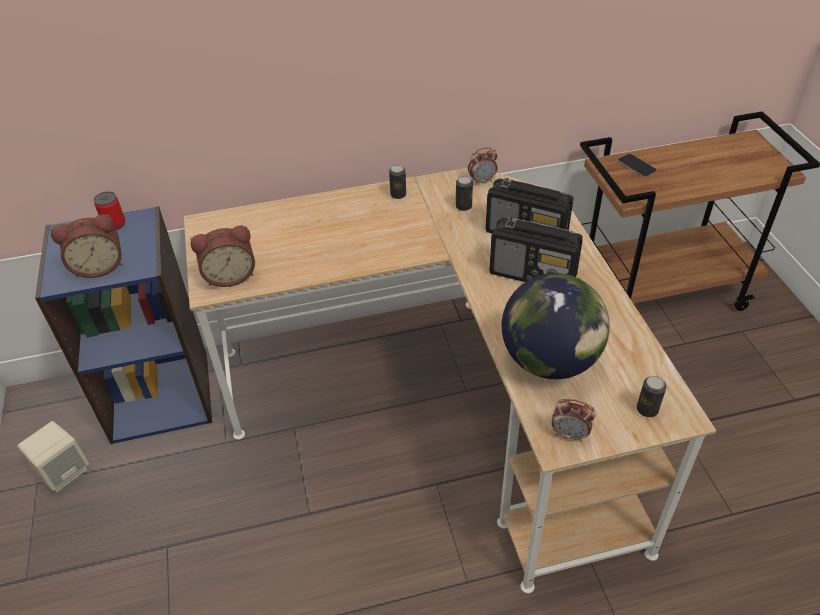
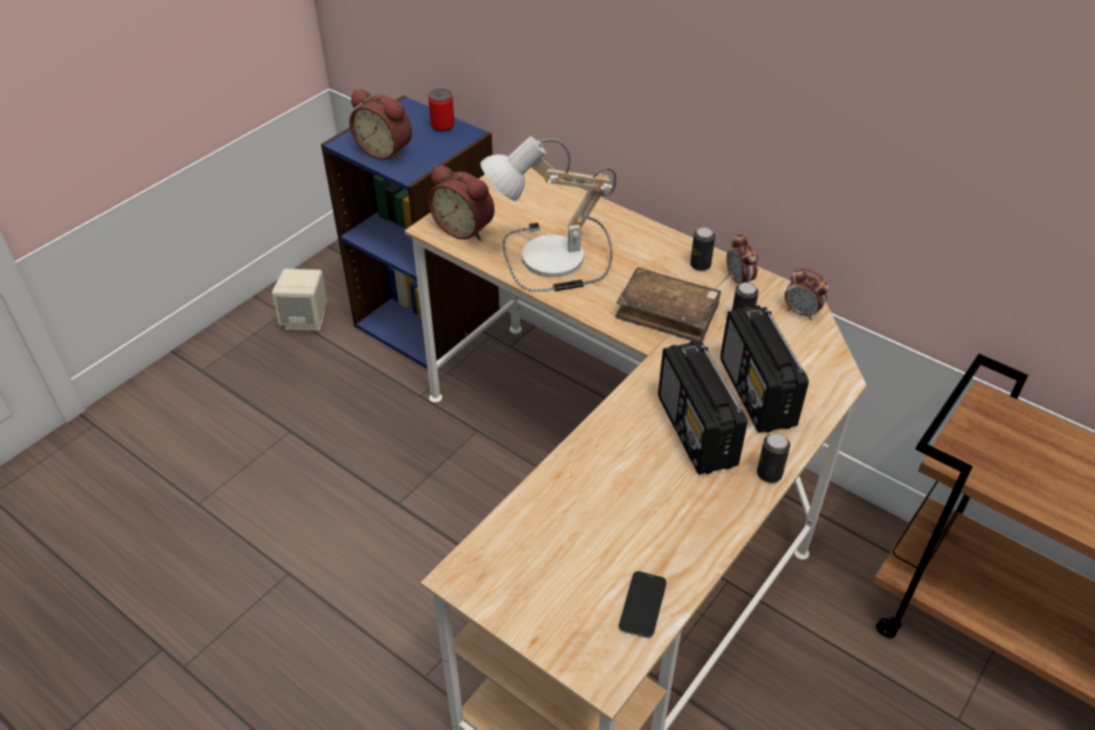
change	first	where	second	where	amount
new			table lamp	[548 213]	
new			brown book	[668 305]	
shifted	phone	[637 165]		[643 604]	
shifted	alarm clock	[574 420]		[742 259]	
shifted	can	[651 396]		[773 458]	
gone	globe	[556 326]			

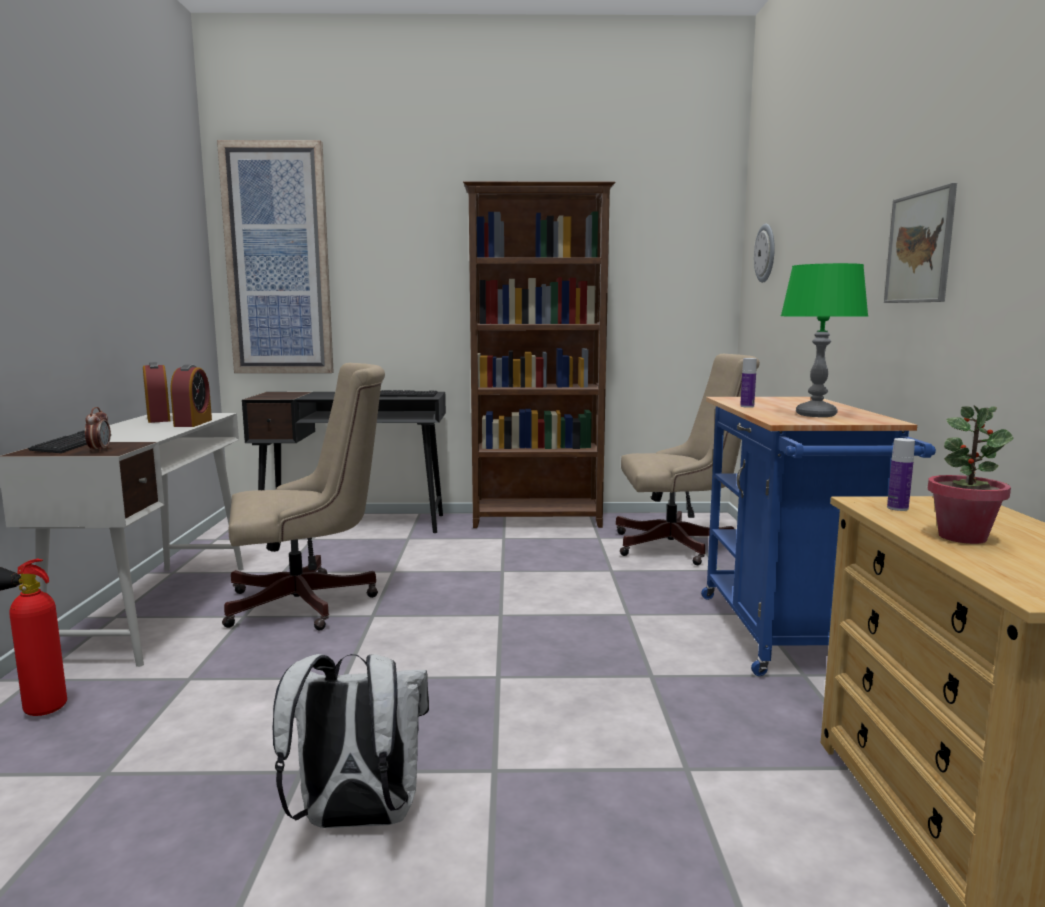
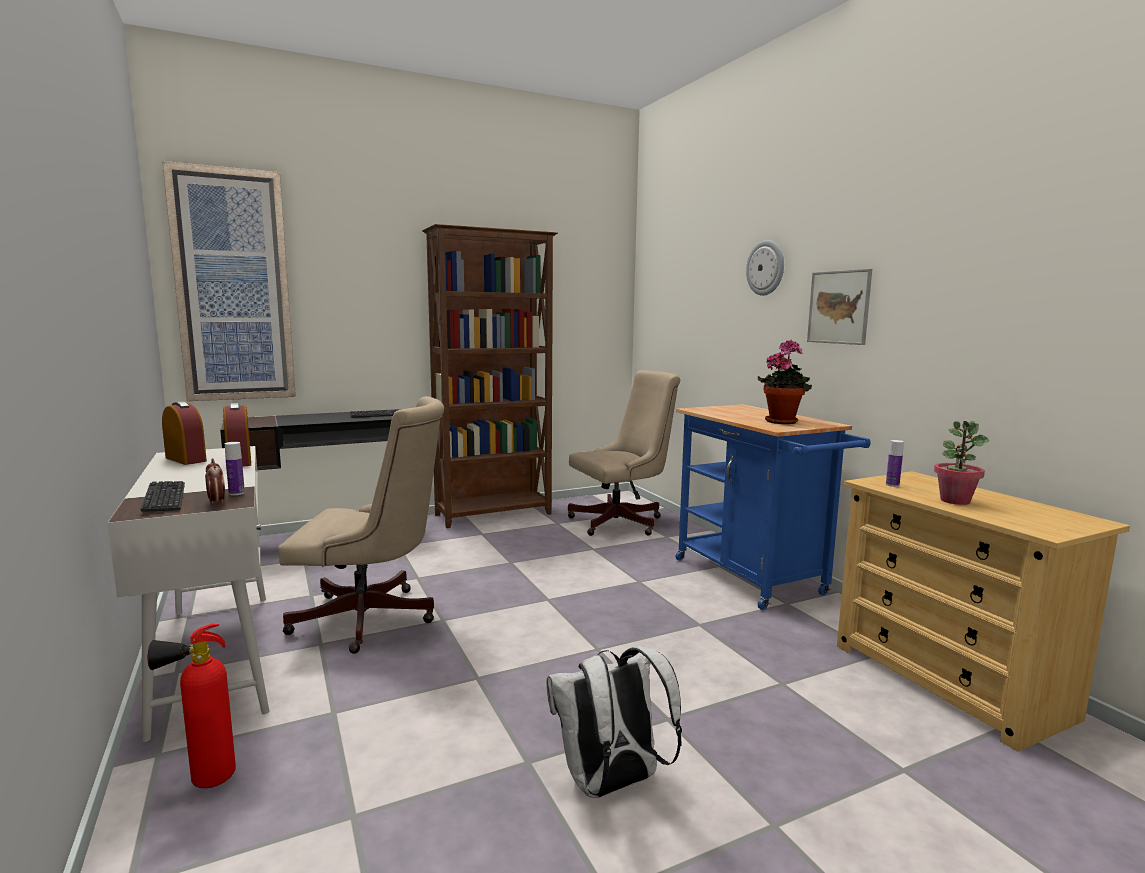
change	first	where	second	where	amount
shifted	bottle	[748 383]		[235 468]	
rotated	beige office chair	[303 496]		[361 525]	45 degrees clockwise
shifted	wall clock	[764 253]		[765 268]	
swapped	green table lamp	[824 340]	potted plant	[785 382]	

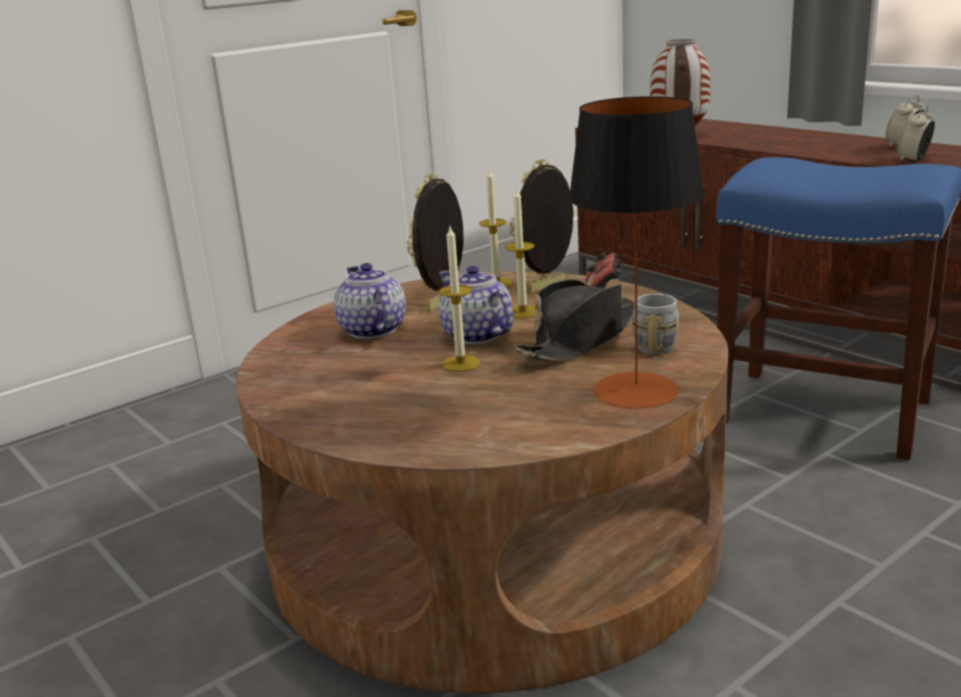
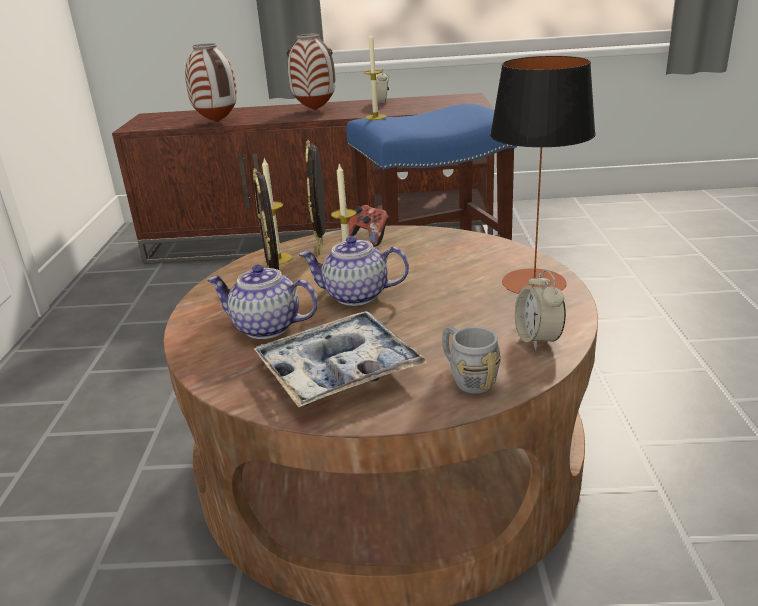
change	first	where	second	where	amount
new			tray	[341 359]	
new			vase	[311 72]	
shifted	candle	[459 299]		[375 76]	
shifted	grey mug	[655 324]		[471 359]	
shifted	alarm clock	[916 133]		[540 310]	
gone	black hat	[574 320]			

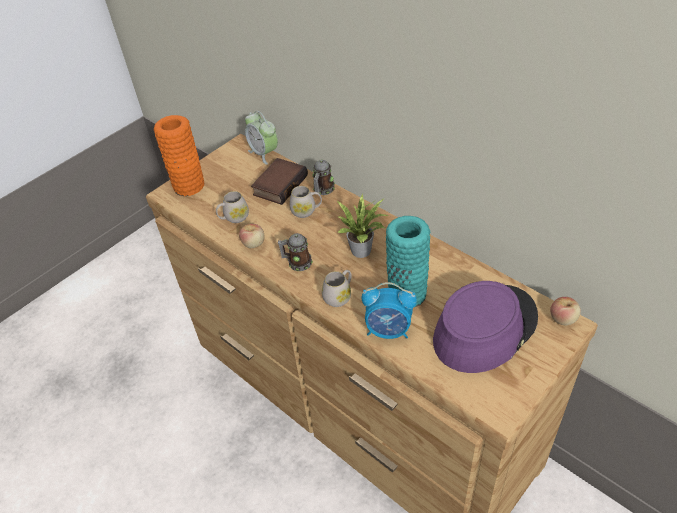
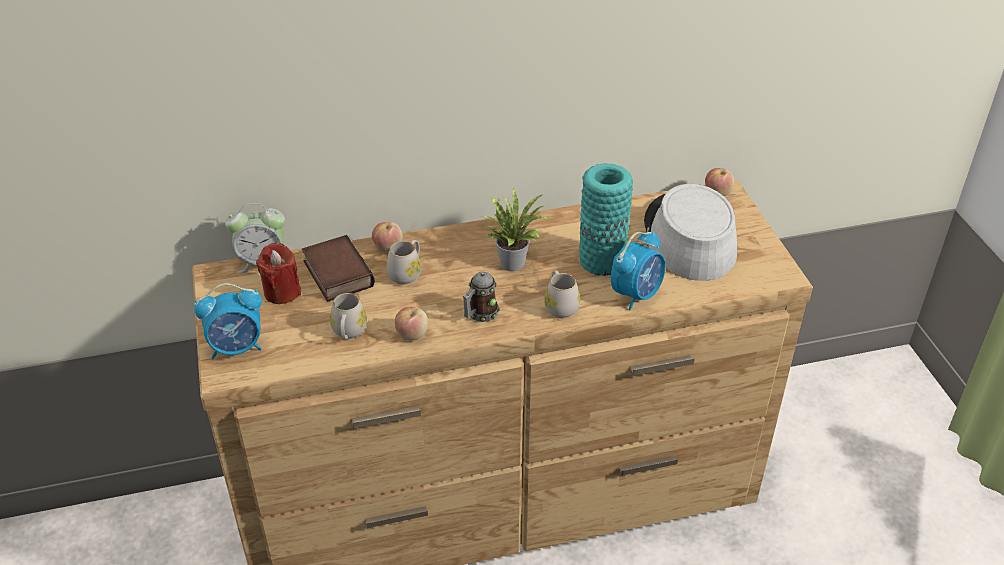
change	first	where	second	where	amount
swapped	orange vase	[179 155]	alarm clock	[228 321]	
new			red candle	[278 273]	
swapped	mug	[324 177]	apple	[387 237]	
repainted	purple hat	[485 327]	grey hat	[690 232]	

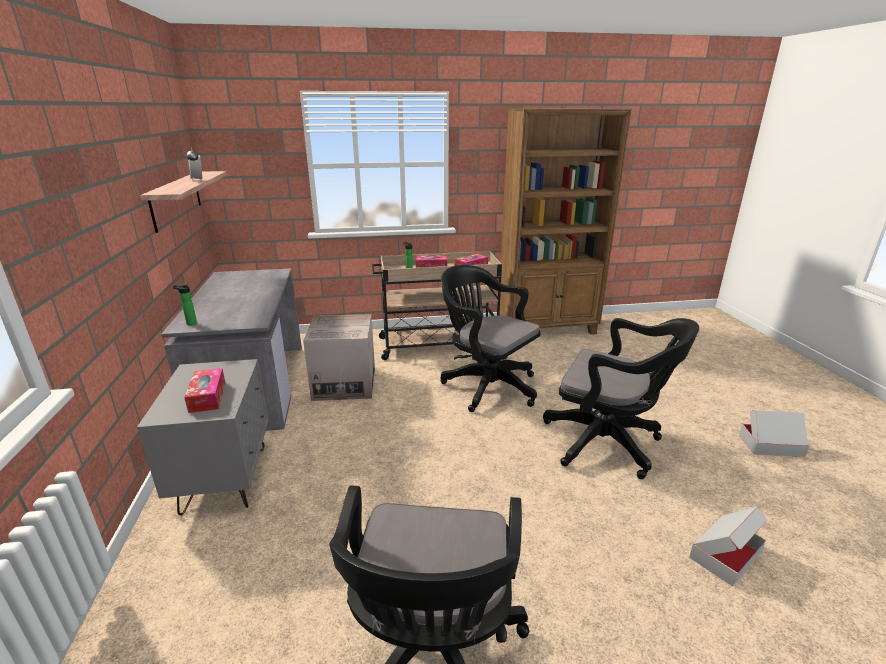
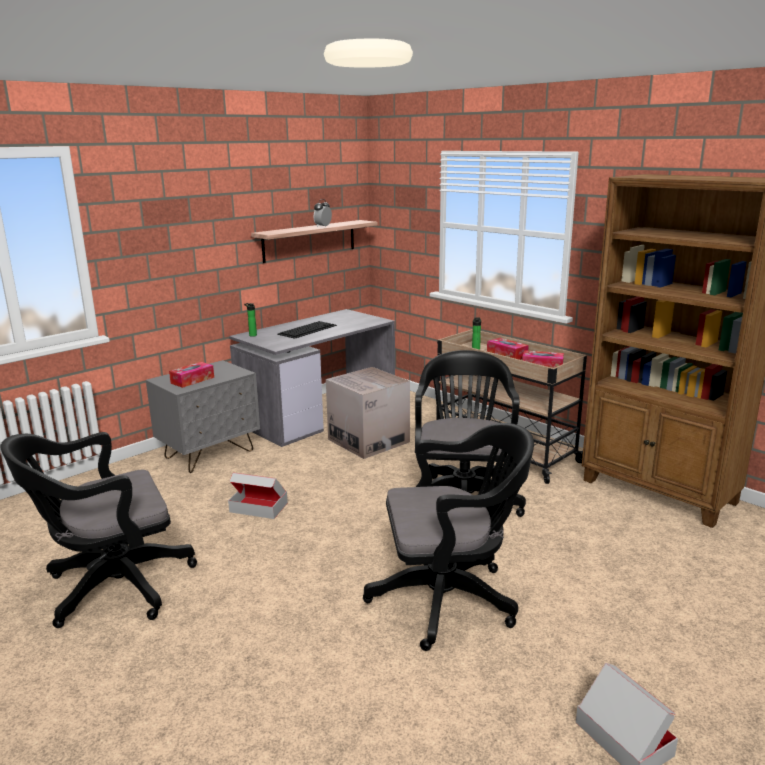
change	first	where	second	where	amount
shifted	cardboard box	[728 547]		[258 495]	
new			keyboard	[307 330]	
rotated	black office chair	[621 398]		[448 537]	90 degrees counterclockwise

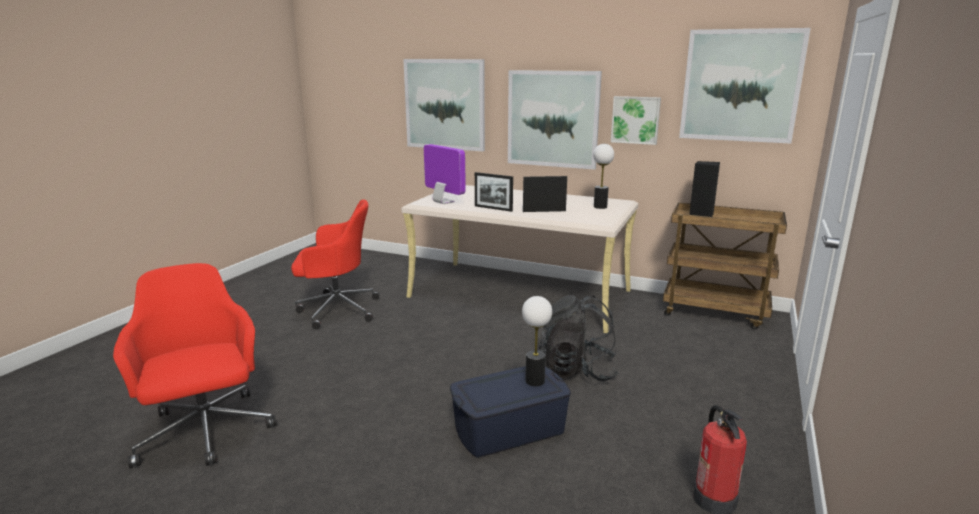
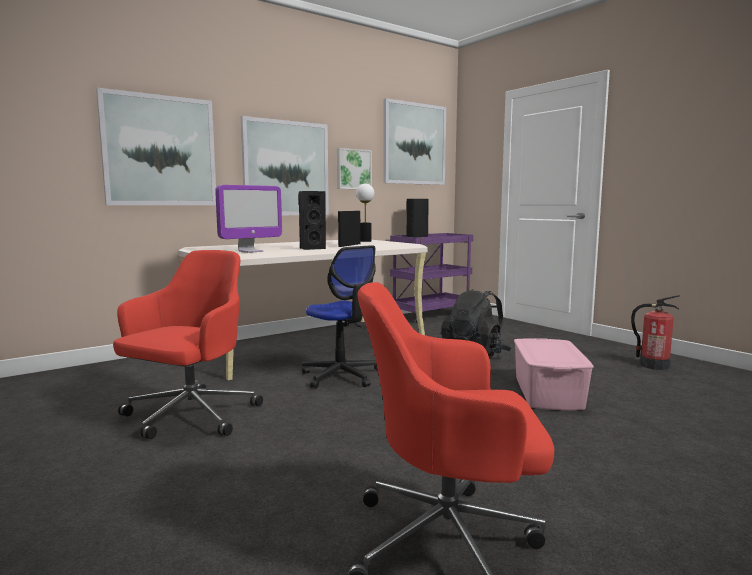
change	first	where	second	where	amount
rotated	monitor	[445 174]		[248 219]	150 degrees clockwise
swapped	picture frame	[494 192]	black speaker	[312 220]	
new			office chair	[340 316]	
repainted	brown cart	[725 265]	purple cart	[431 278]	
repainted	blue storage box	[510 412]	pink storage box	[554 374]	
gone	table lamp	[537 341]			

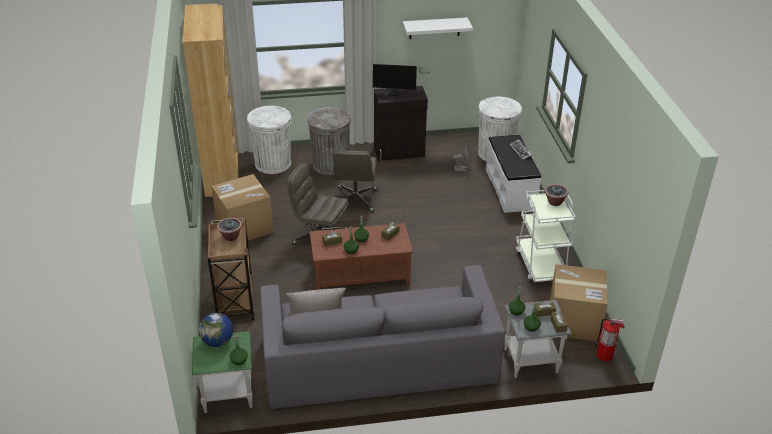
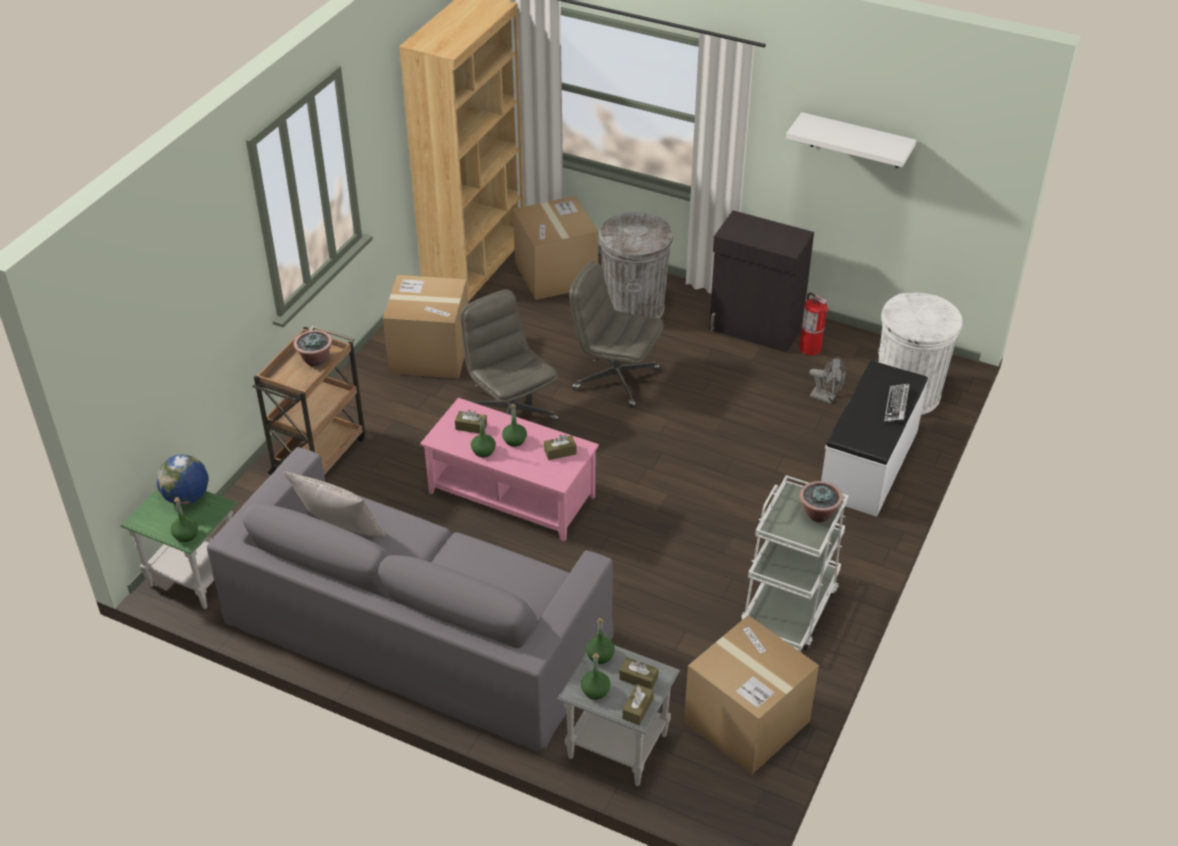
change	first	where	second	where	amount
repainted	brown coffee table	[361 256]	pink coffee table	[509 470]	
swapped	white trash can	[269 140]	cardboard box	[555 248]	
rotated	grey office chair	[355 181]		[616 334]	75 degrees clockwise
shifted	fire extinguisher	[610 339]		[814 324]	
gone	monitor	[400 80]			

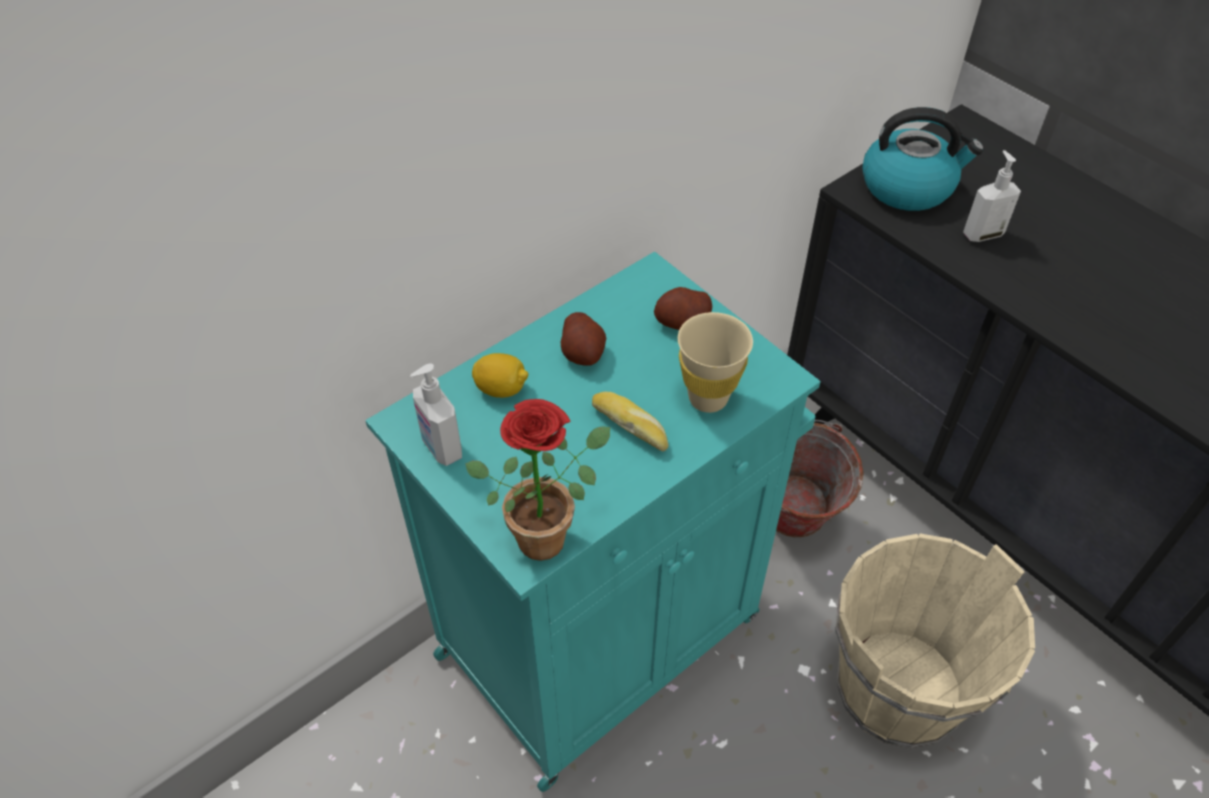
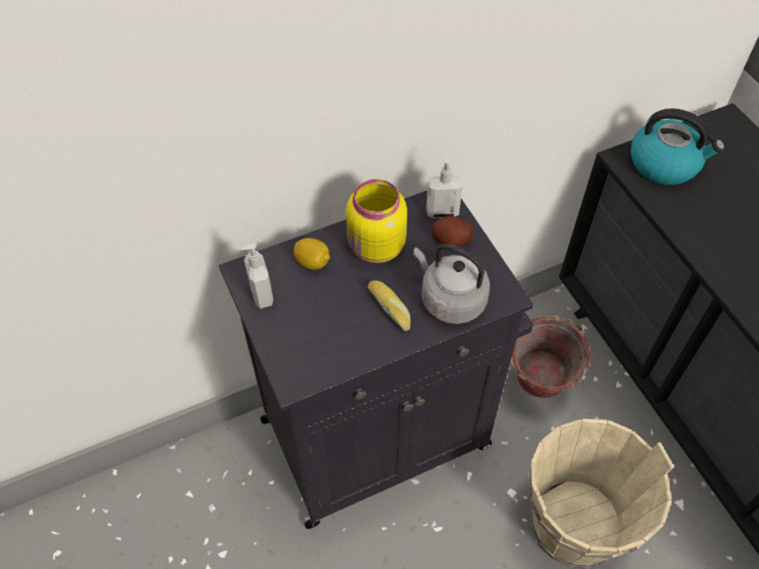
change	first	where	second	where	amount
repainted	turquoise cabinet	[592 522]	black cabinet	[376 360]	
swapped	potato	[583 339]	yellow jar	[376 221]	
swapped	beige cup	[715 362]	grey kettle	[451 283]	
shifted	soap dispenser	[992 196]		[444 185]	
gone	potted plant	[537 480]			

